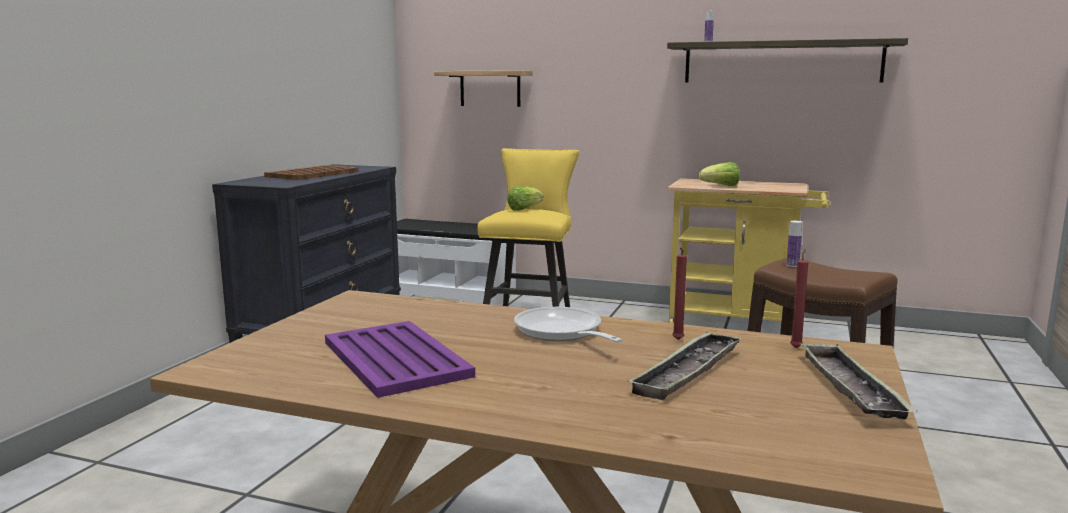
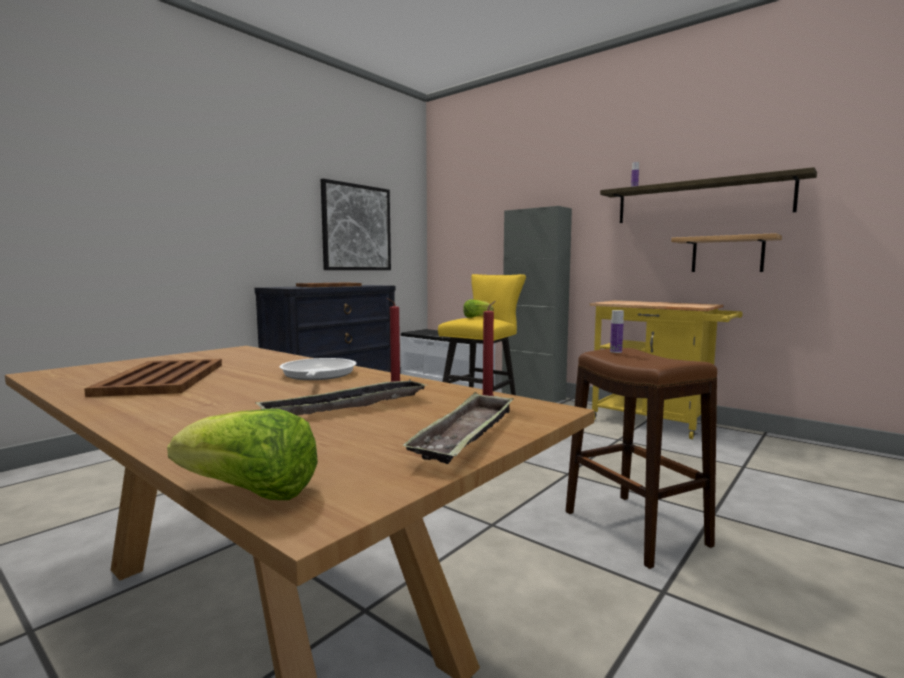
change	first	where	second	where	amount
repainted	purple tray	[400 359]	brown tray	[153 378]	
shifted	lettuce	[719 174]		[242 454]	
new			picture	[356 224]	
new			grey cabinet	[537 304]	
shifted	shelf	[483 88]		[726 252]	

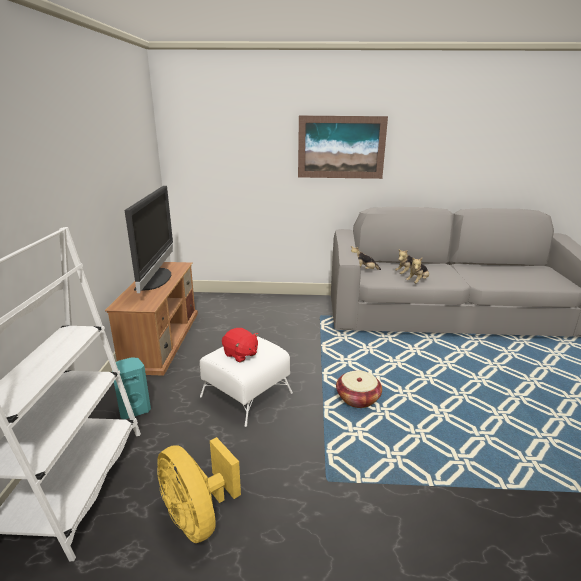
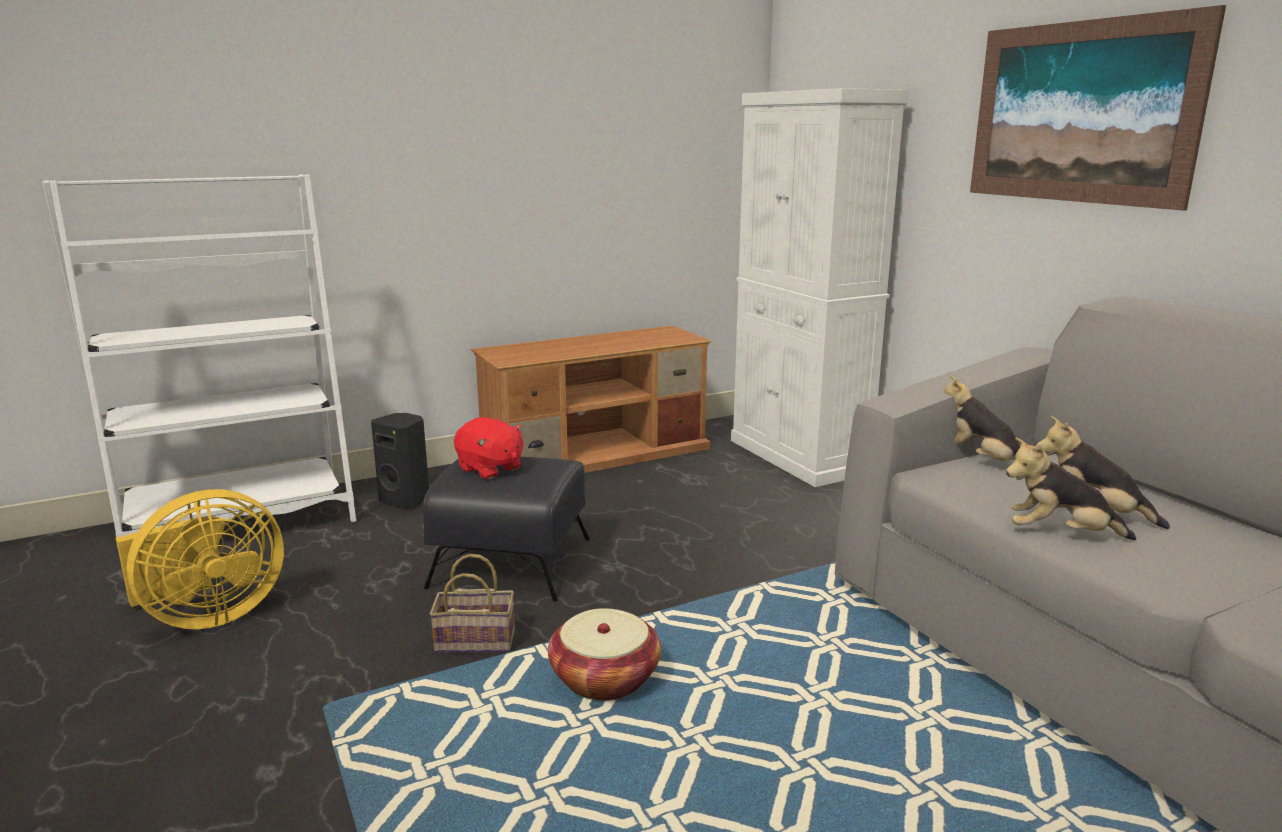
change	first	where	second	where	amount
rotated	yellow fan	[199 490]		[200 559]	150 degrees counterclockwise
repainted	turquoise speaker	[131 388]	black speaker	[400 461]	
repainted	white ottoman	[246 381]	black ottoman	[506 529]	
new			basket	[472 603]	
rotated	red plush toy	[240 345]		[489 448]	60 degrees counterclockwise
new			white cabinet	[820 287]	
gone	television	[148 239]			

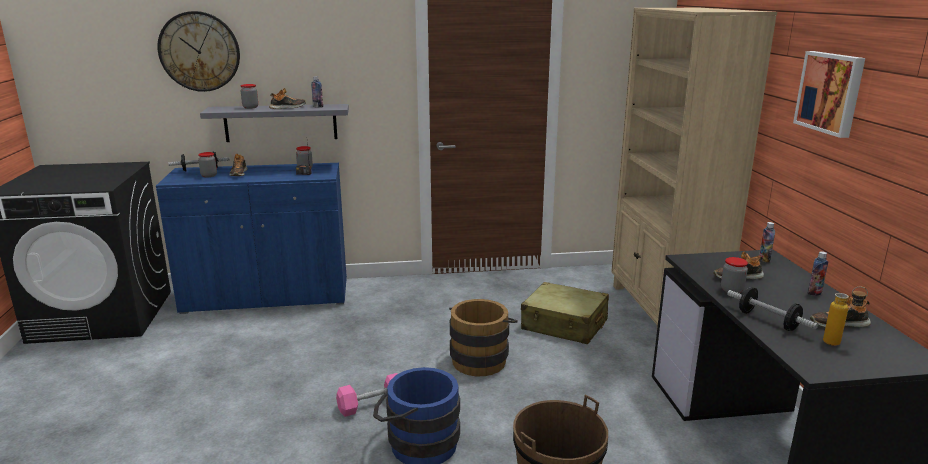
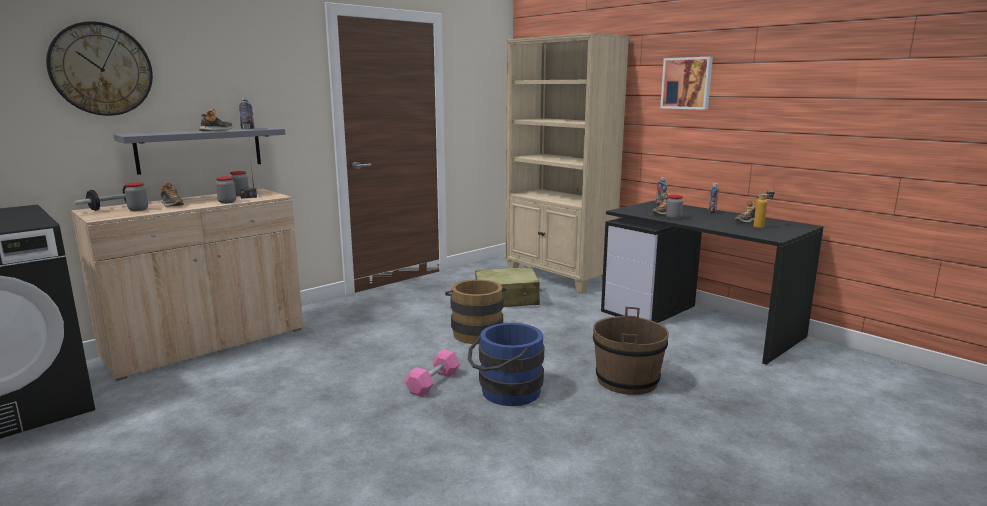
change	first	where	second	where	amount
repainted	blue cabinet	[251 238]	beige cabinet	[187 285]	
shifted	jar	[249 96]		[226 190]	
gone	dumbbell	[772 309]			

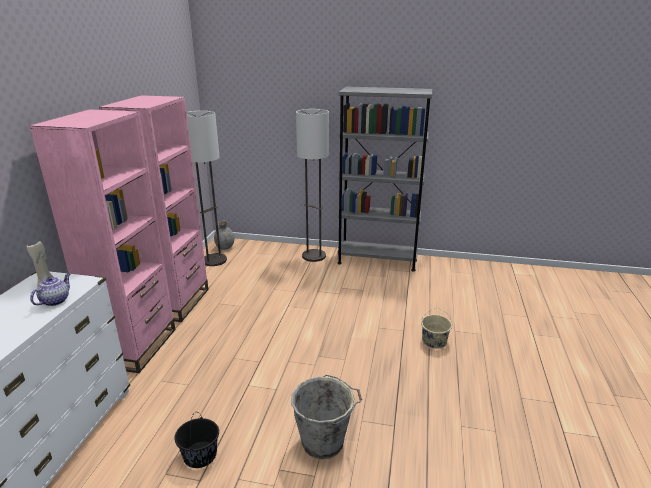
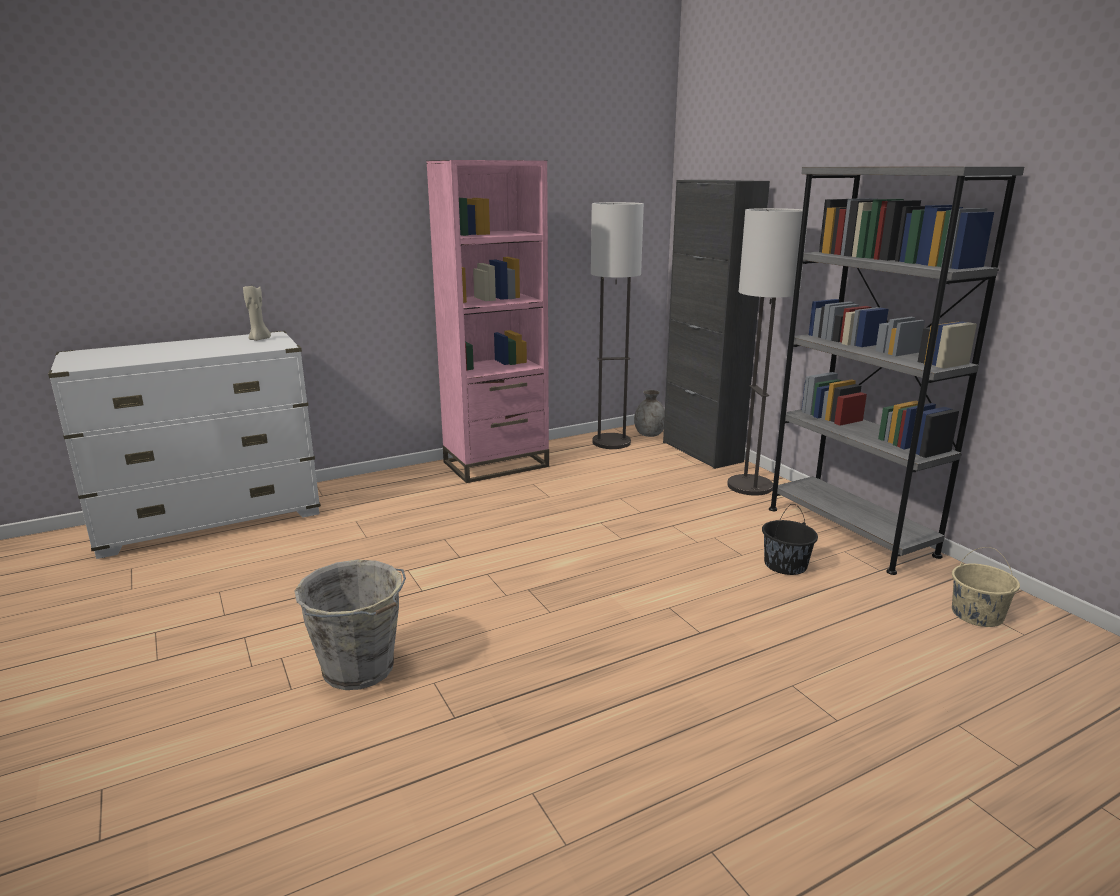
change	first	where	second	where	amount
new			black cabinet	[716 324]	
shifted	black bucket	[196 440]		[790 539]	
shifted	beige bucket	[436 328]		[986 587]	
gone	pink bookcase	[102 241]			
gone	teapot	[50 289]			

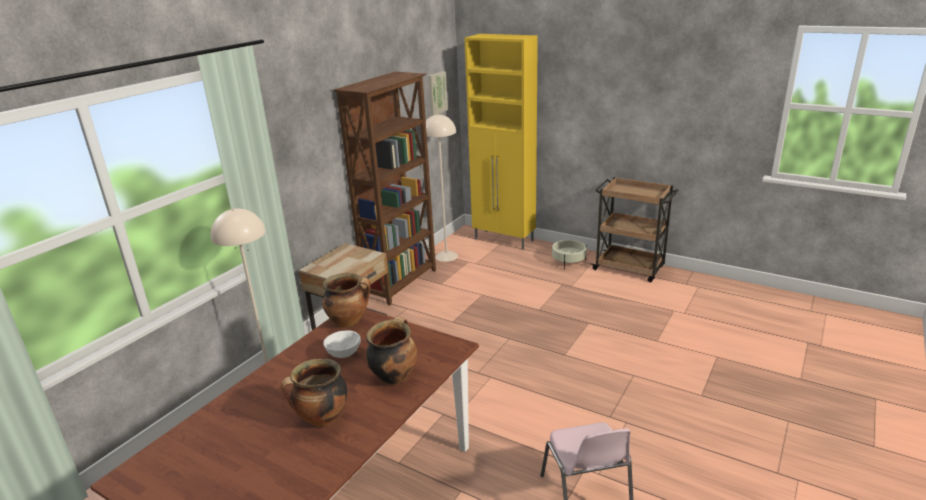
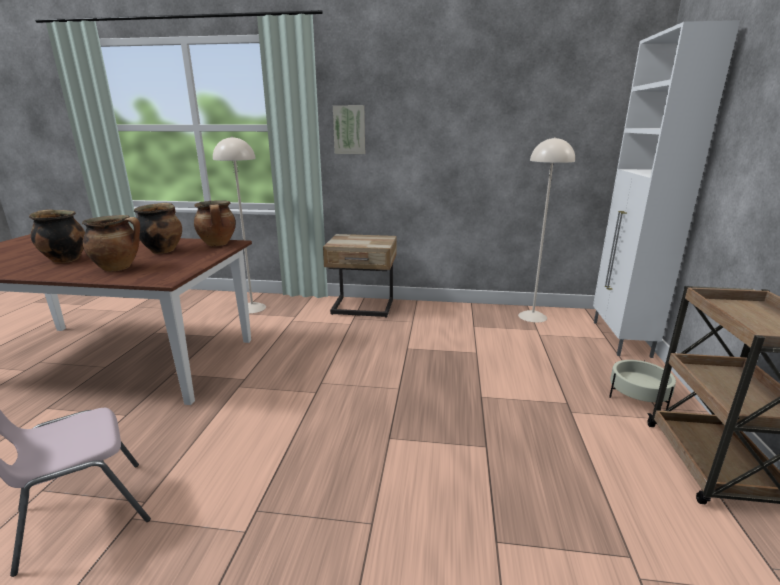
change	first	where	second	where	amount
swapped	white bowl	[342 344]	cooking pot	[158 228]	
shifted	picture	[438 93]		[349 129]	
repainted	yellow cabinet	[501 141]	white cabinet	[666 189]	
gone	brown bookcase	[385 189]			

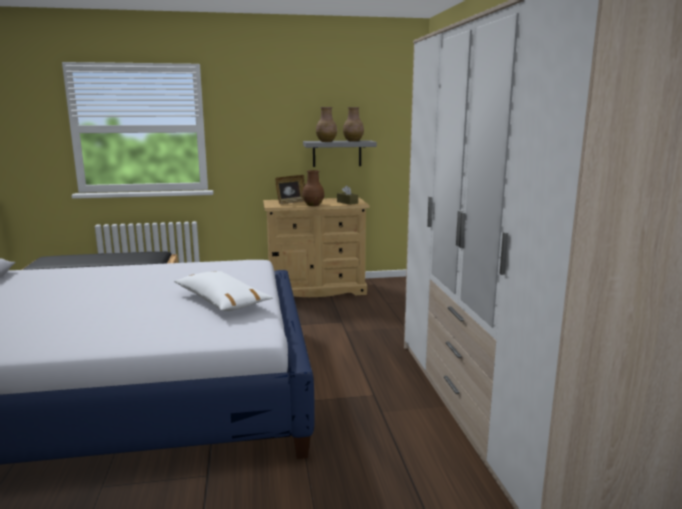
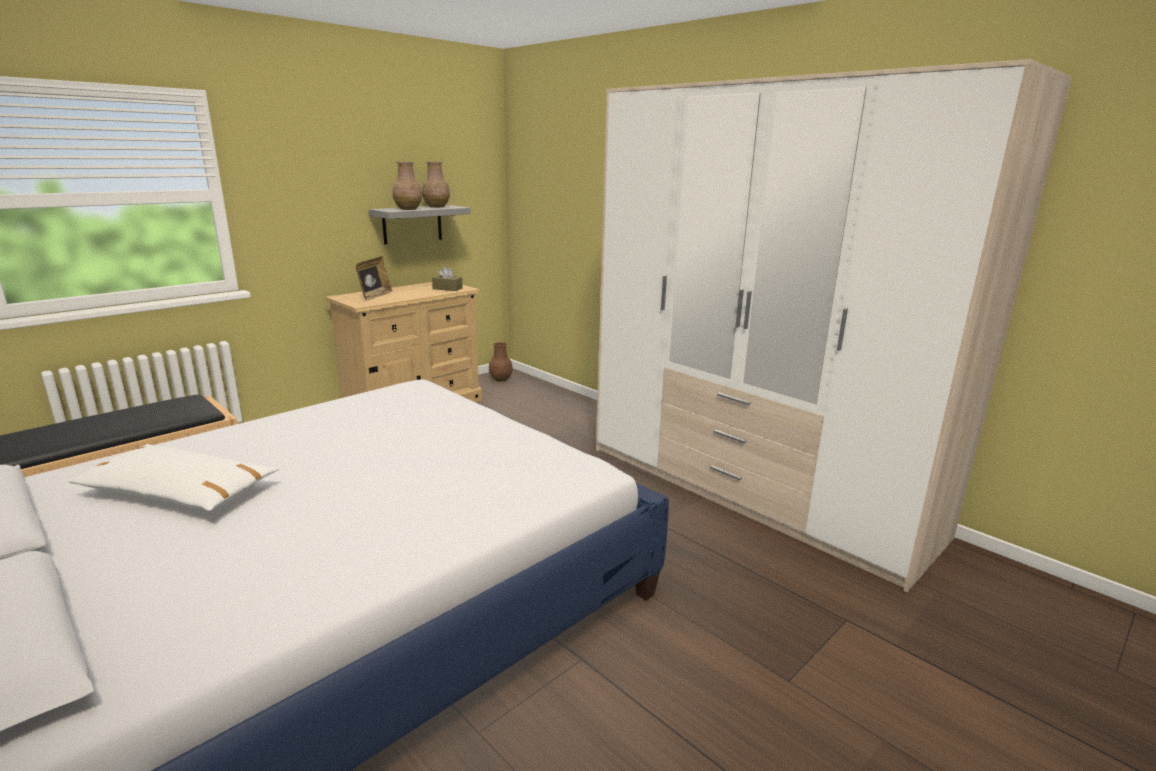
change	first	where	second	where	amount
shifted	white pillow	[223 291]		[173 477]	
shifted	brown vase	[313 188]		[501 362]	

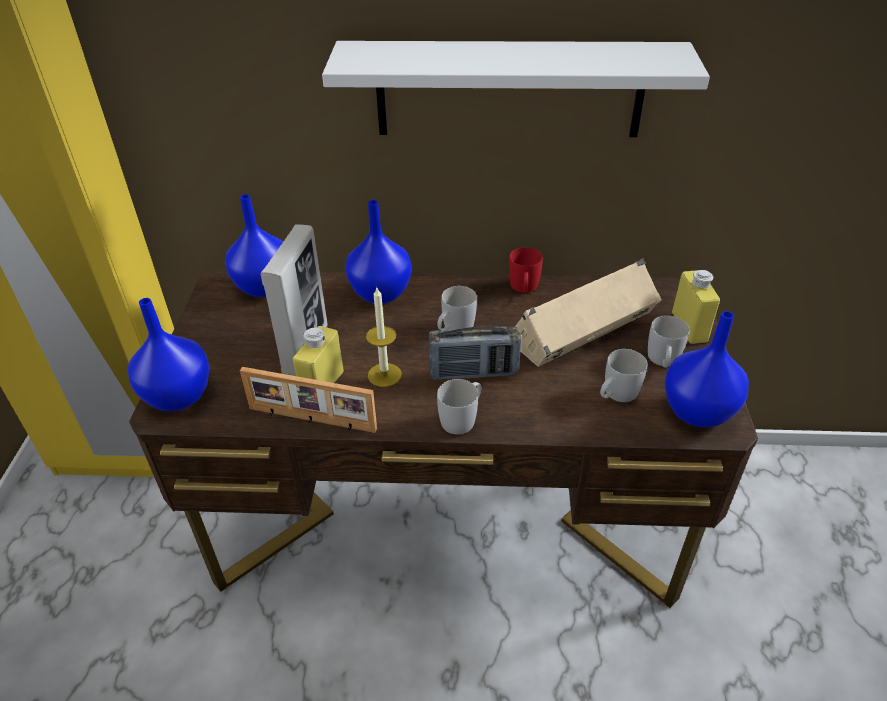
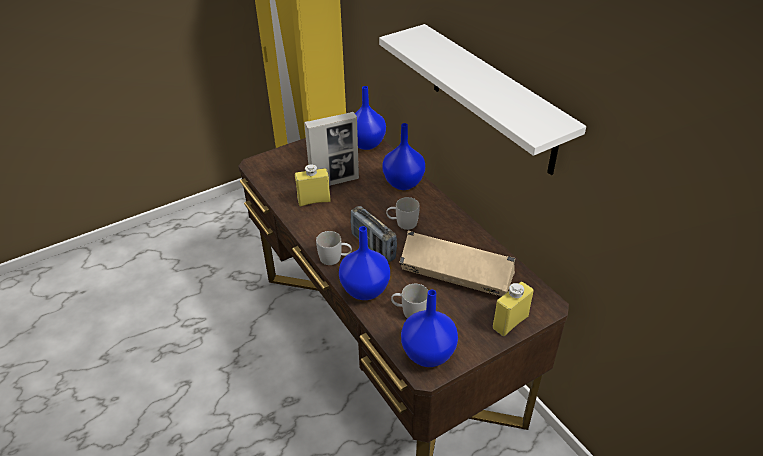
change	first	where	second	where	amount
shifted	blue vase	[169 354]		[364 263]	
gone	picture frame	[308 400]			
gone	candle	[384 336]			
gone	red mug	[526 270]			
gone	white mug	[669 341]			

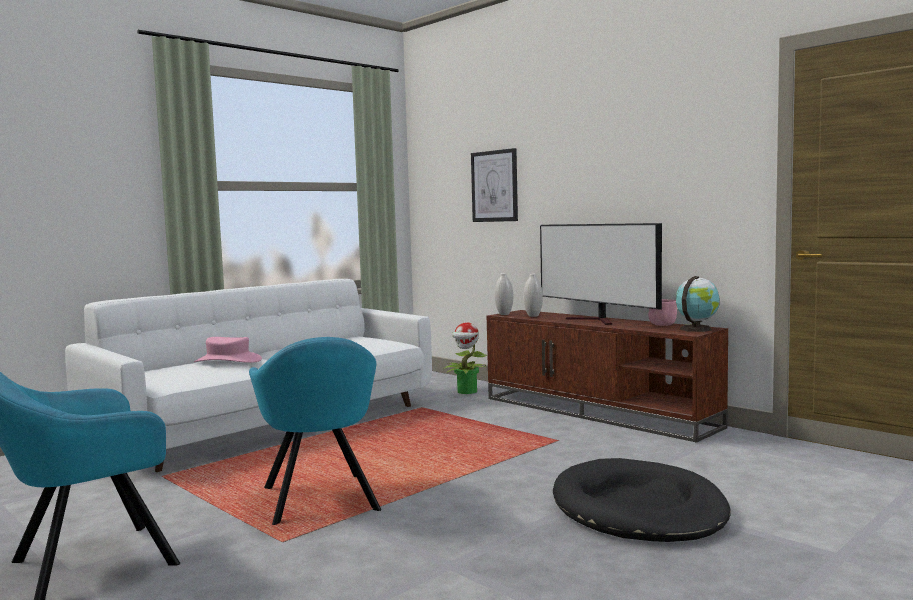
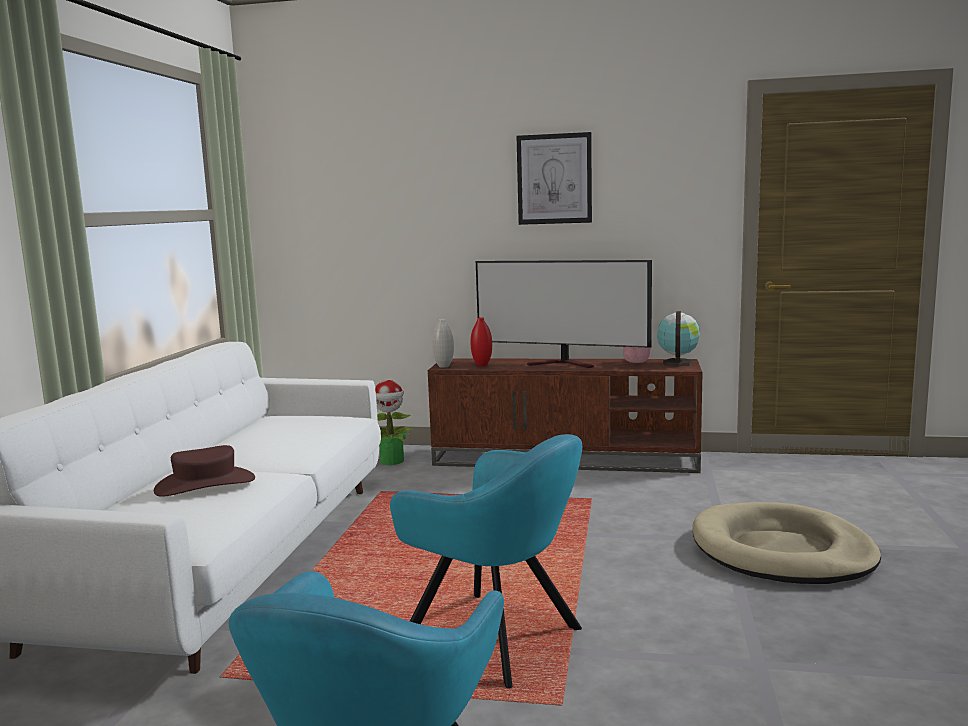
change	first	where	second	where	amount
repainted	pink hat	[228 350]	brown hat	[204 471]	
repainted	white vase	[533 295]	red vase	[481 341]	
shifted	picture	[494 185]		[554 178]	
repainted	black dog bed	[642 500]	beige dog bed	[786 543]	

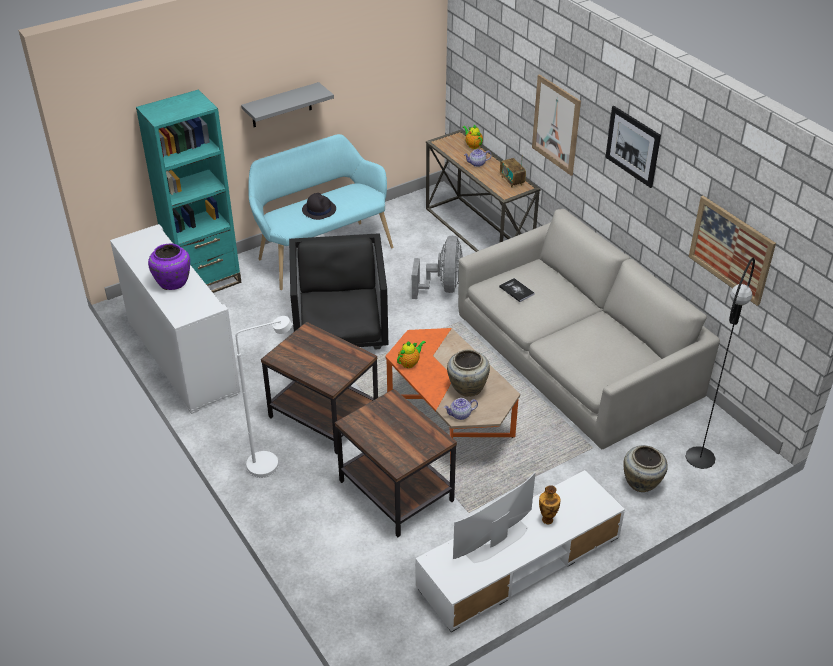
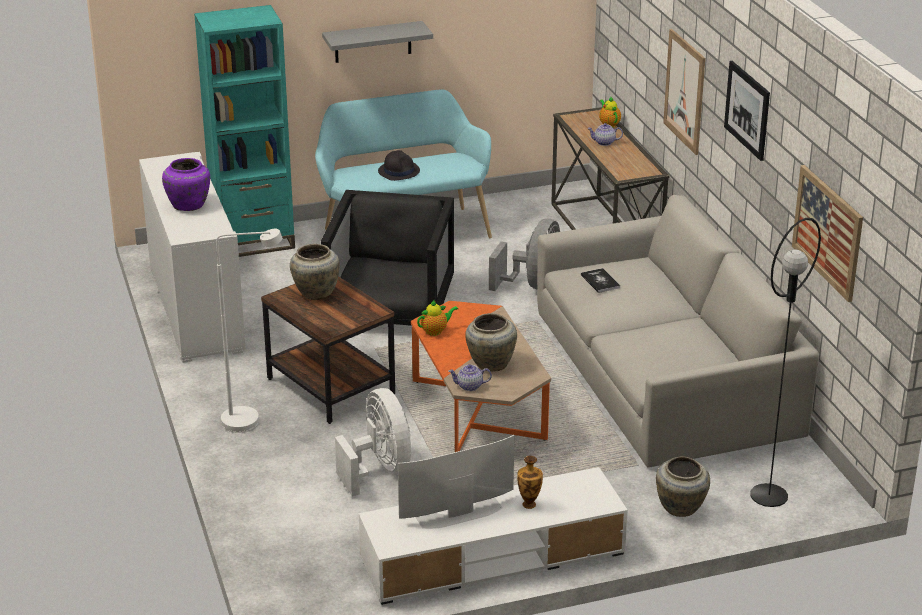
change	first	where	second	where	amount
new			beige vase	[315 272]	
swapped	brown side table	[396 463]	white fan	[373 442]	
gone	radio	[513 171]			

